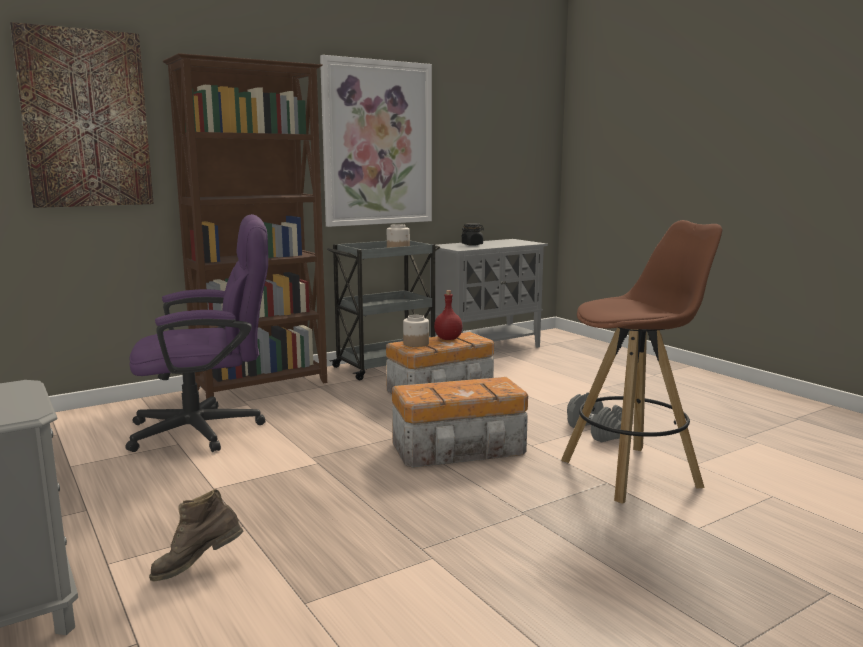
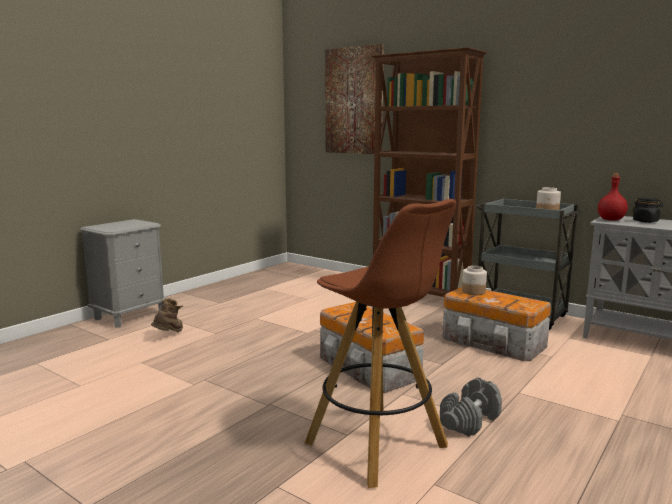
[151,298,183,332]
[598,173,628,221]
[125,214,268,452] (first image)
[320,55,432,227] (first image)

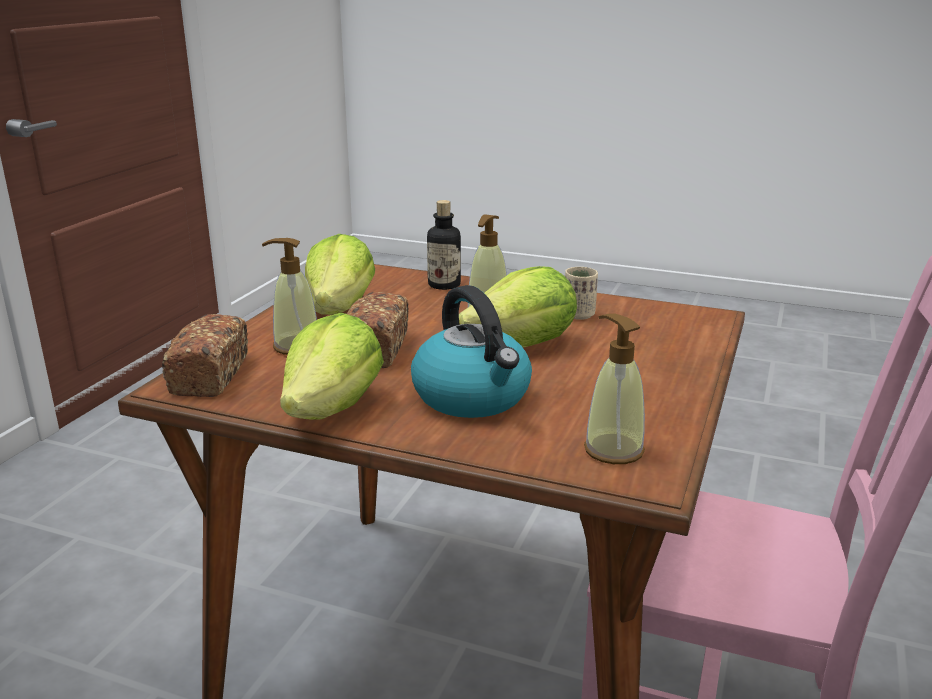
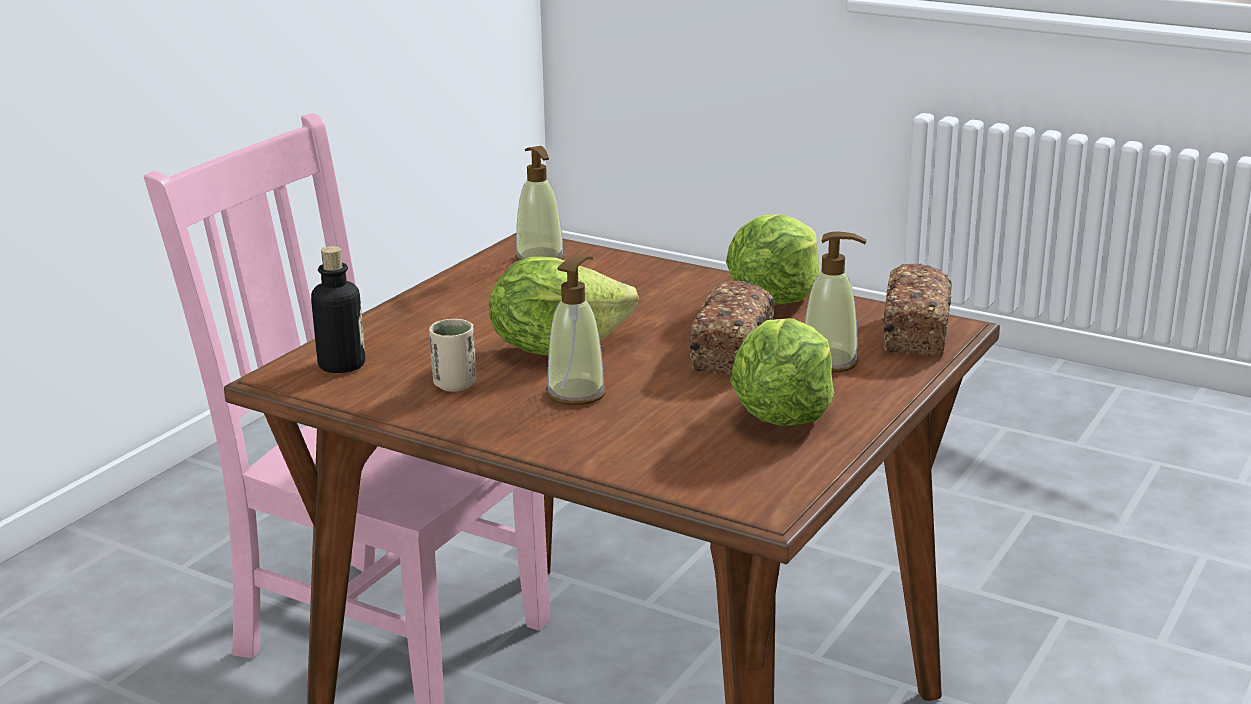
[311,246,365,373]
[411,285,532,418] (first image)

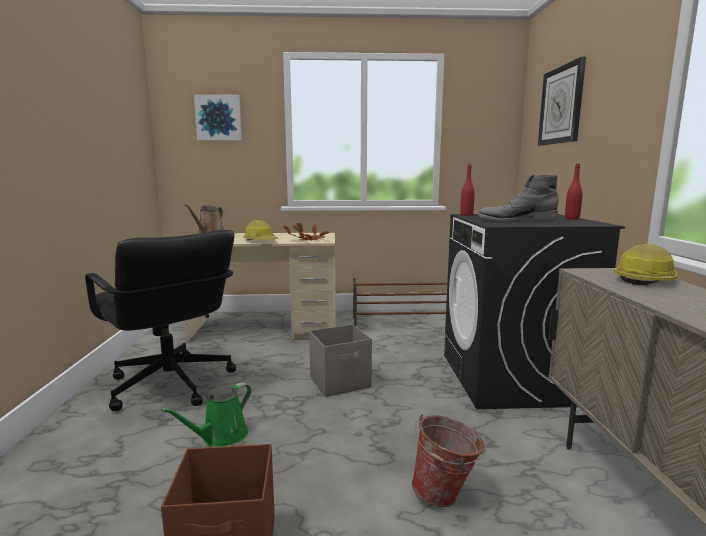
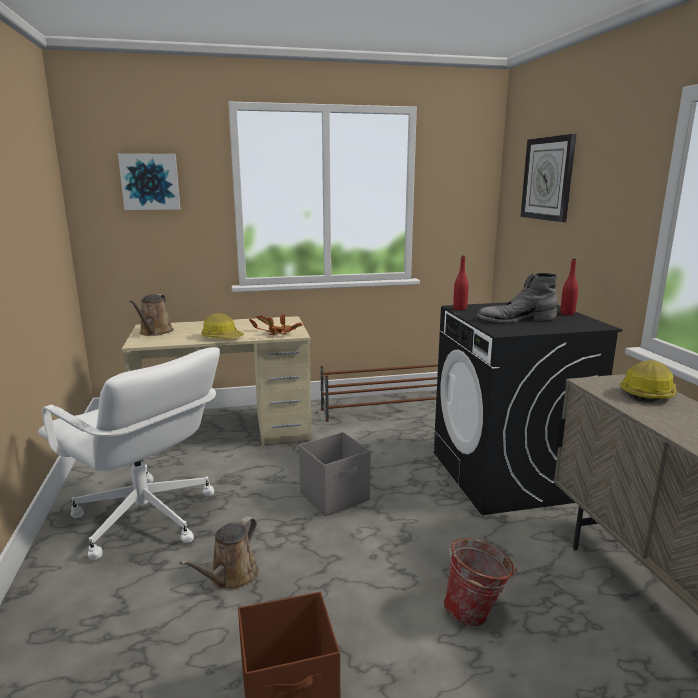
[38,347,220,560]
[180,516,259,590]

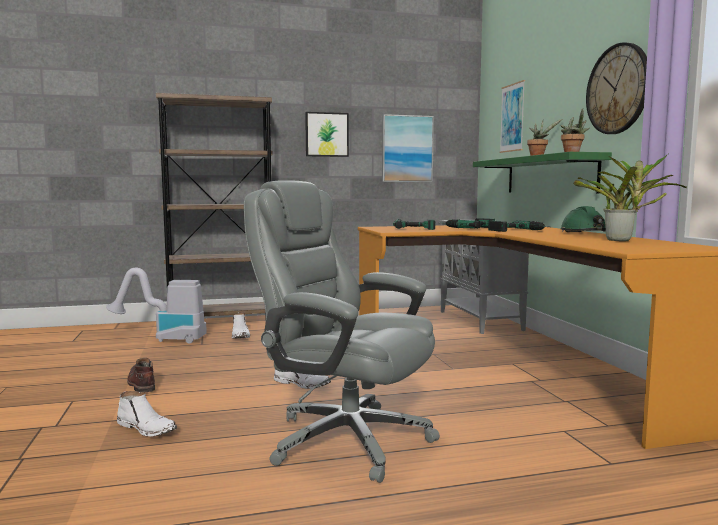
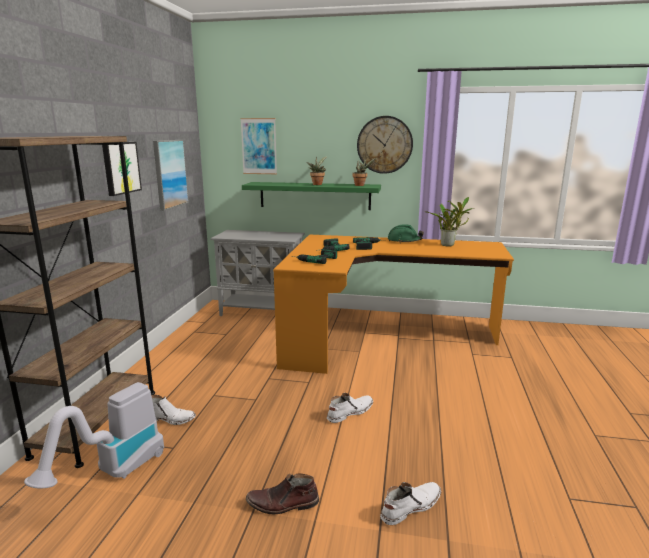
[244,180,440,483] (first image)

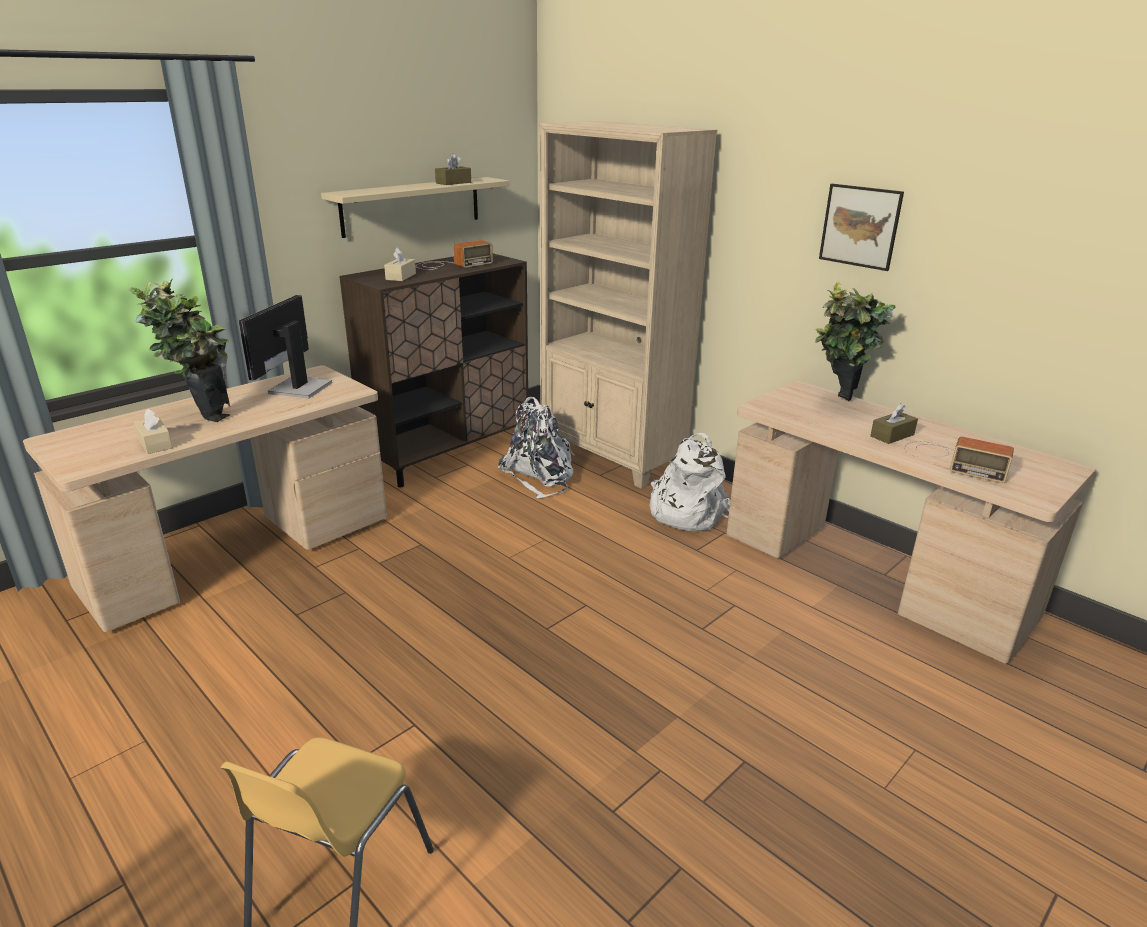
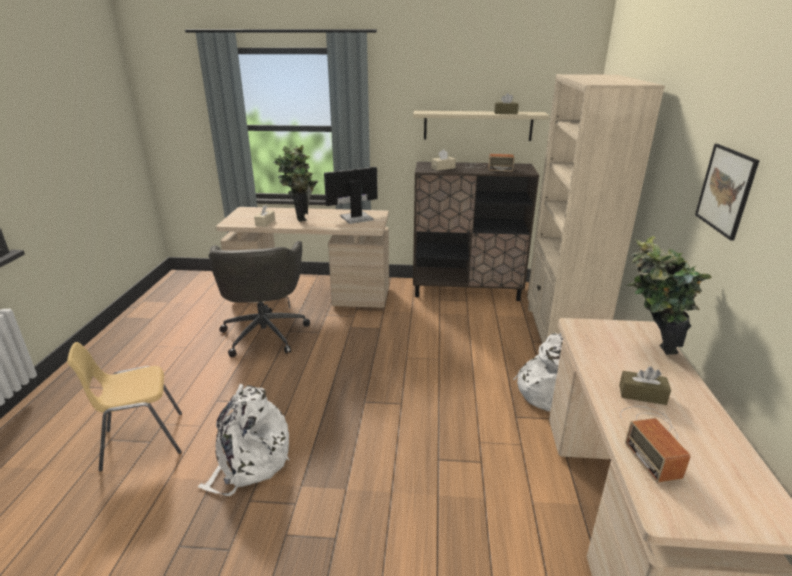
[198,384,289,496]
[208,241,310,357]

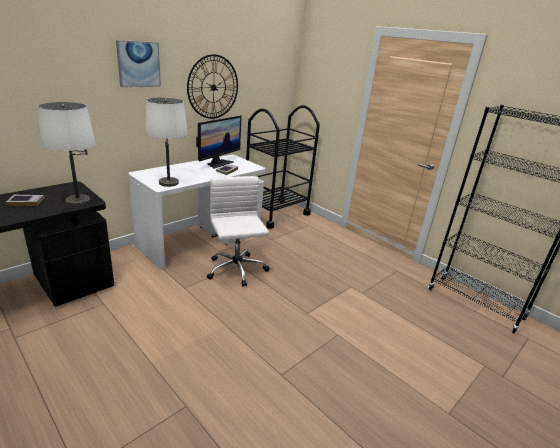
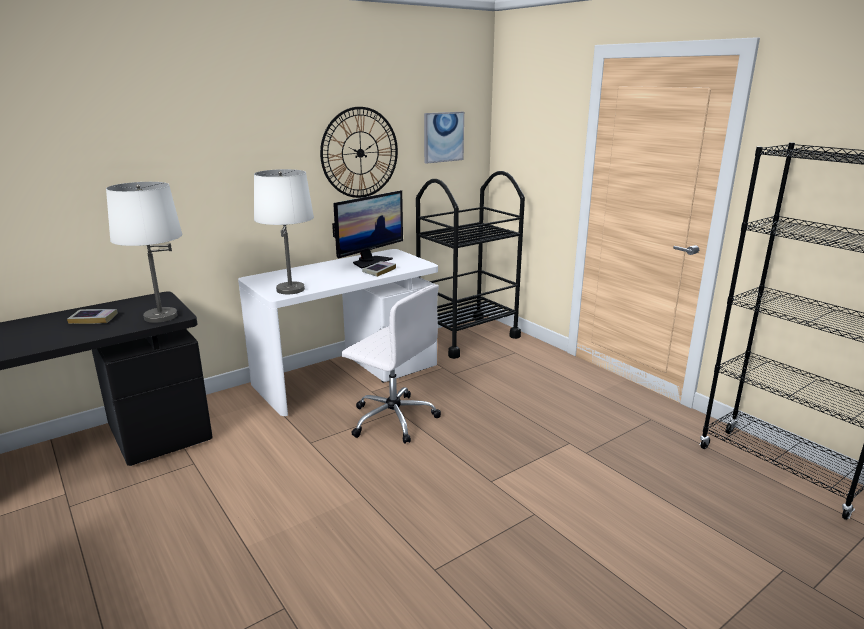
[341,284,441,444]
[424,112,464,164]

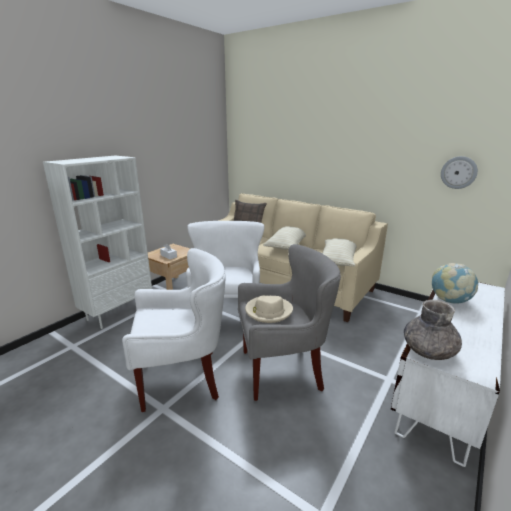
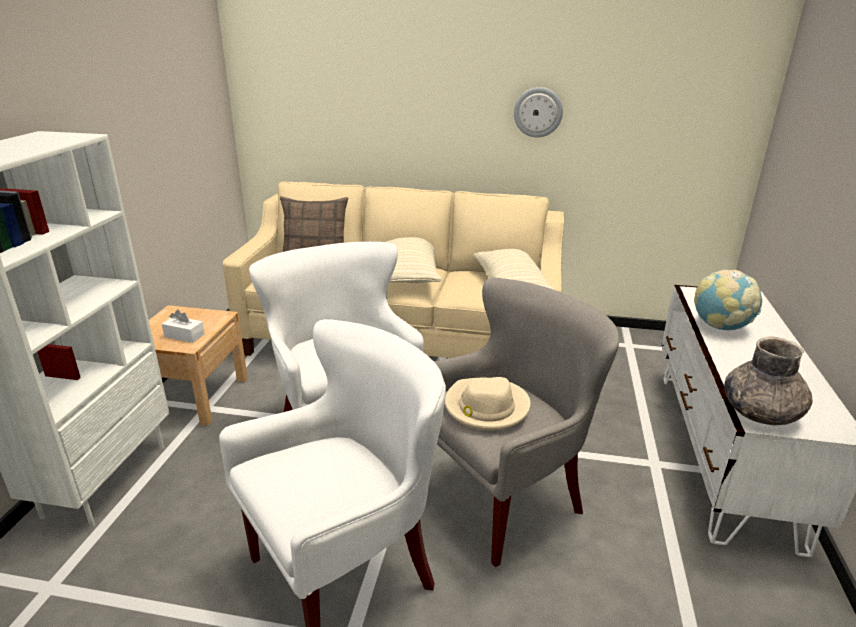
[514,87,563,137]

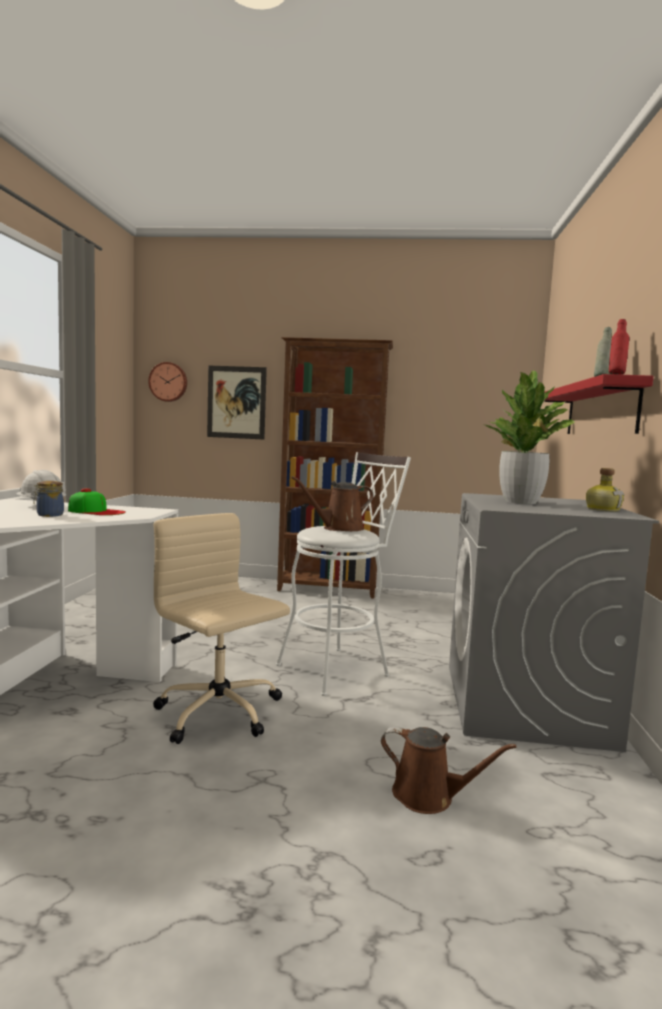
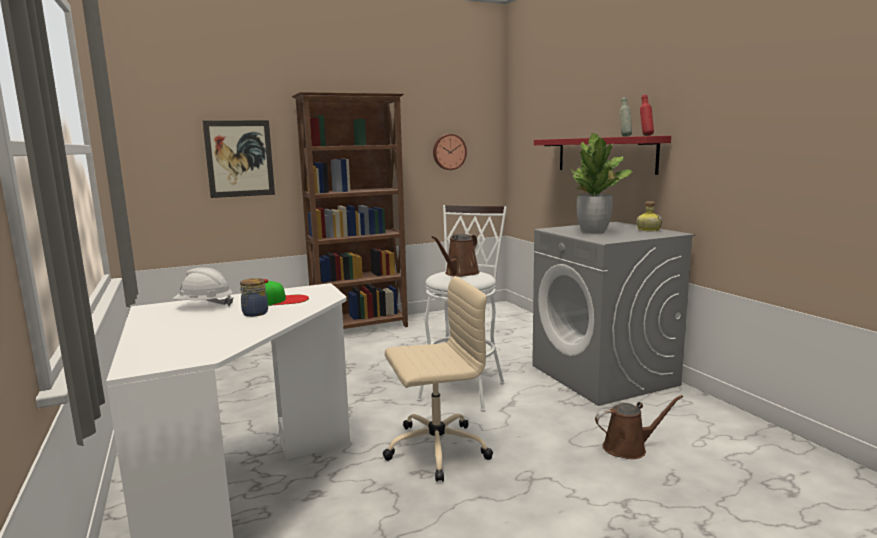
[382,276,493,482]
[433,134,467,170]

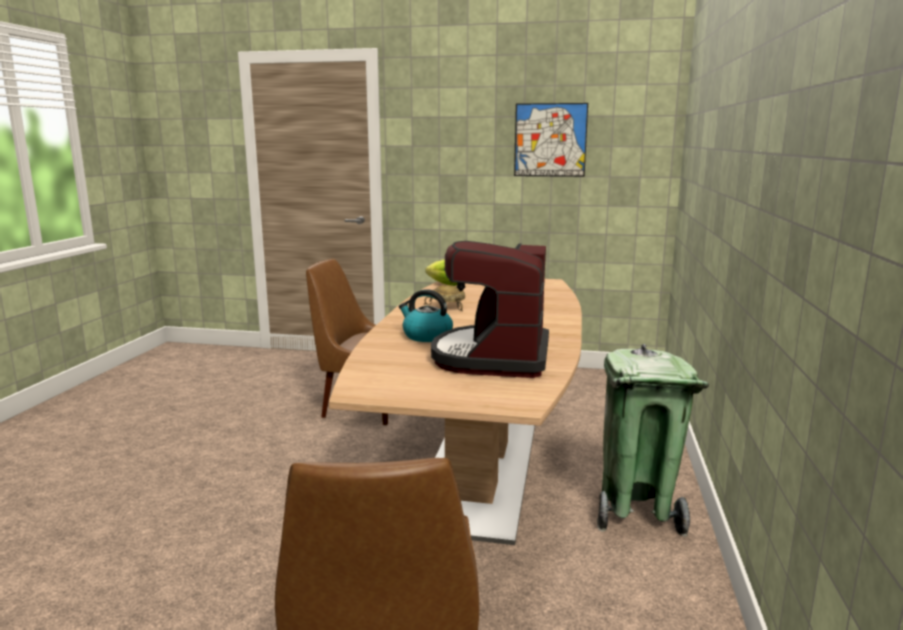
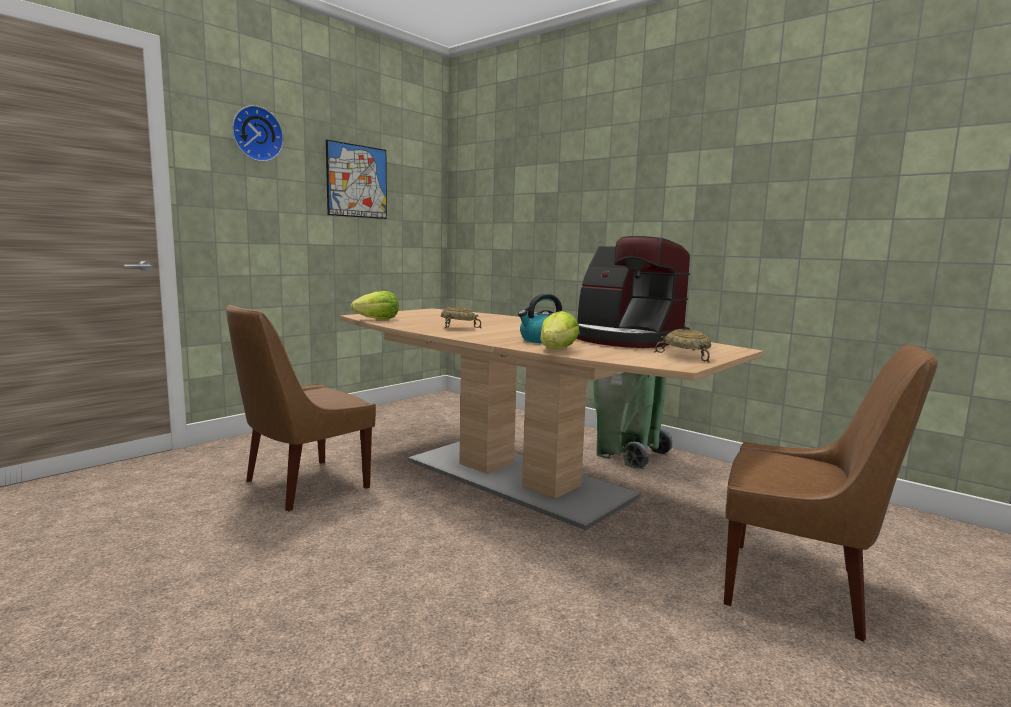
[232,105,284,162]
[540,311,580,349]
[654,329,711,363]

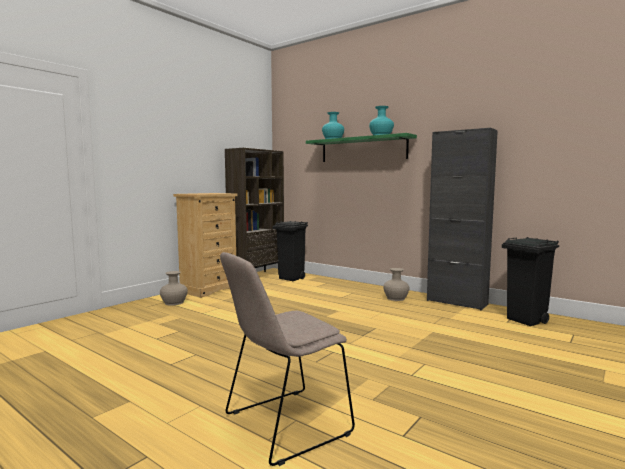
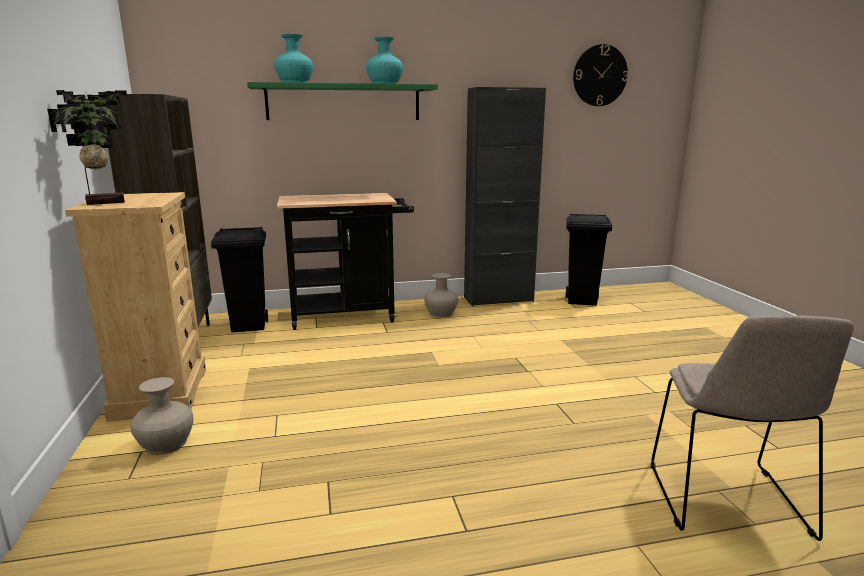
[47,90,127,205]
[277,193,414,330]
[573,44,628,106]

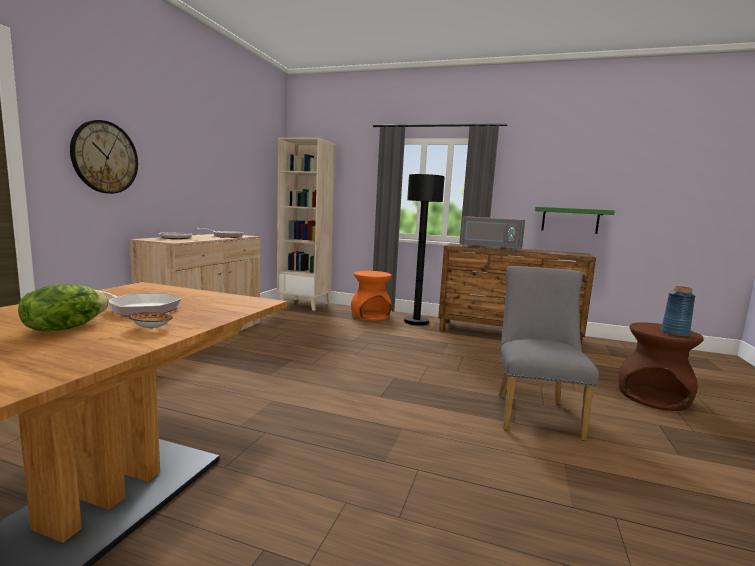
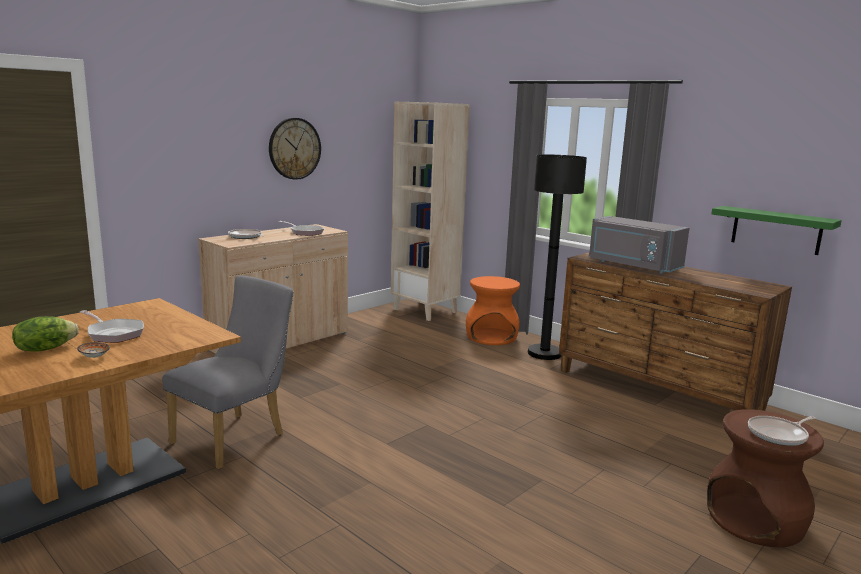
[162,276,294,469]
[269,118,321,180]
[748,416,815,446]

